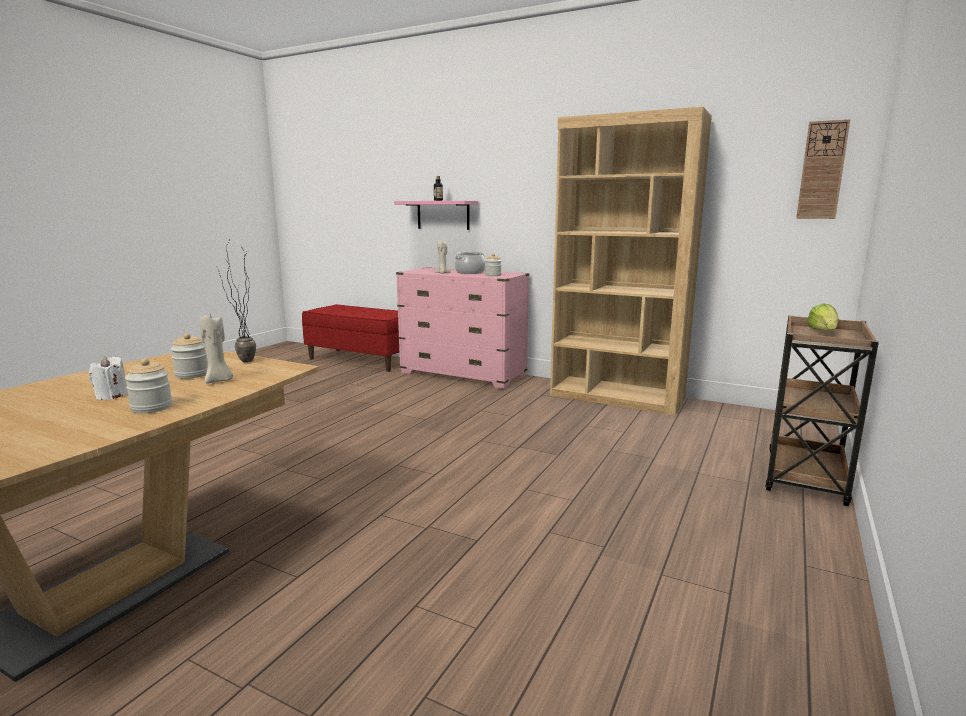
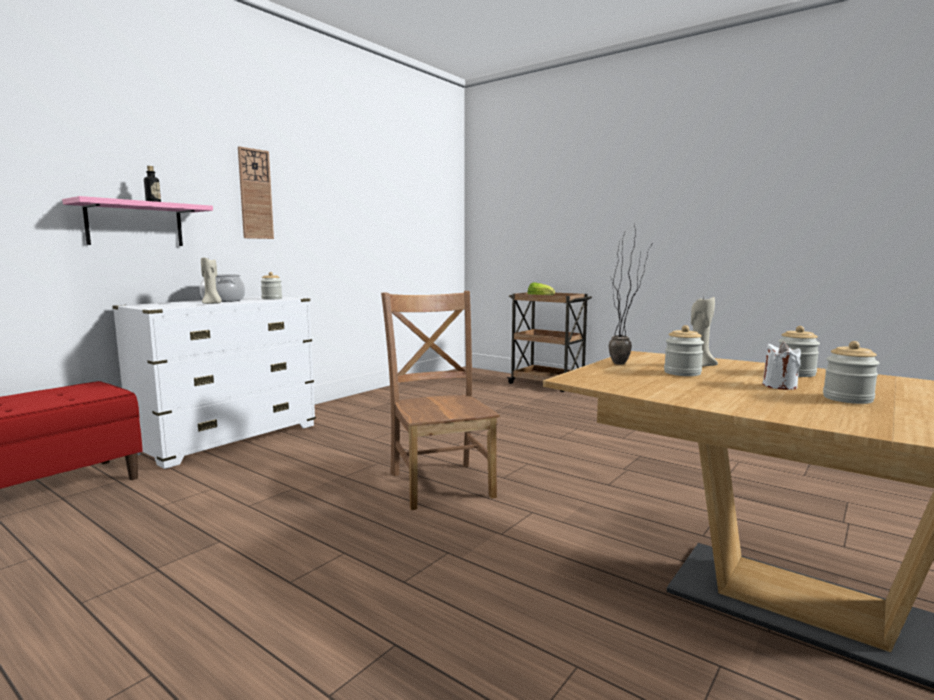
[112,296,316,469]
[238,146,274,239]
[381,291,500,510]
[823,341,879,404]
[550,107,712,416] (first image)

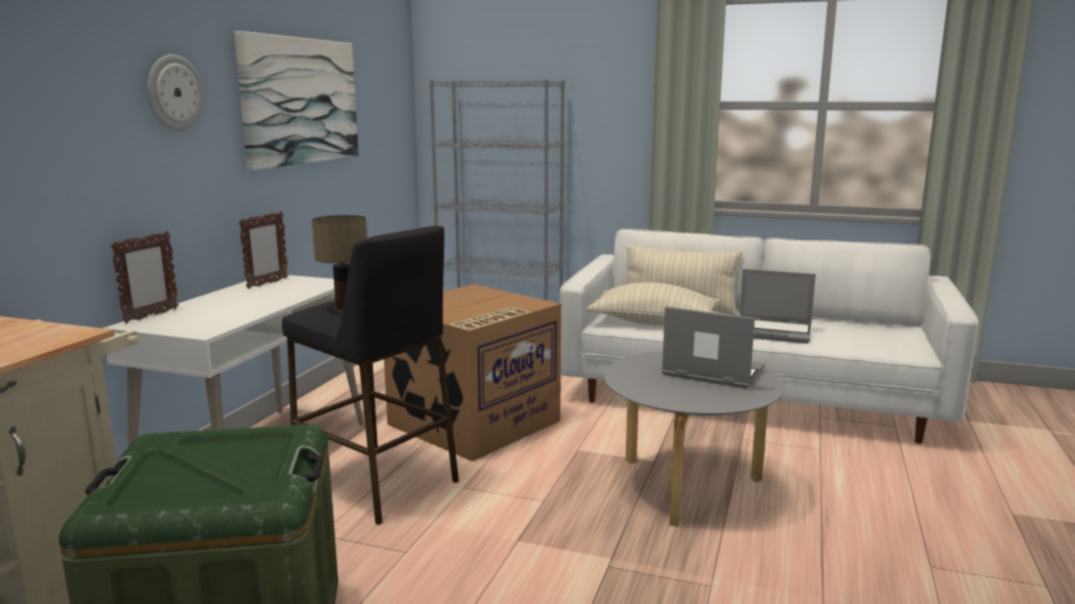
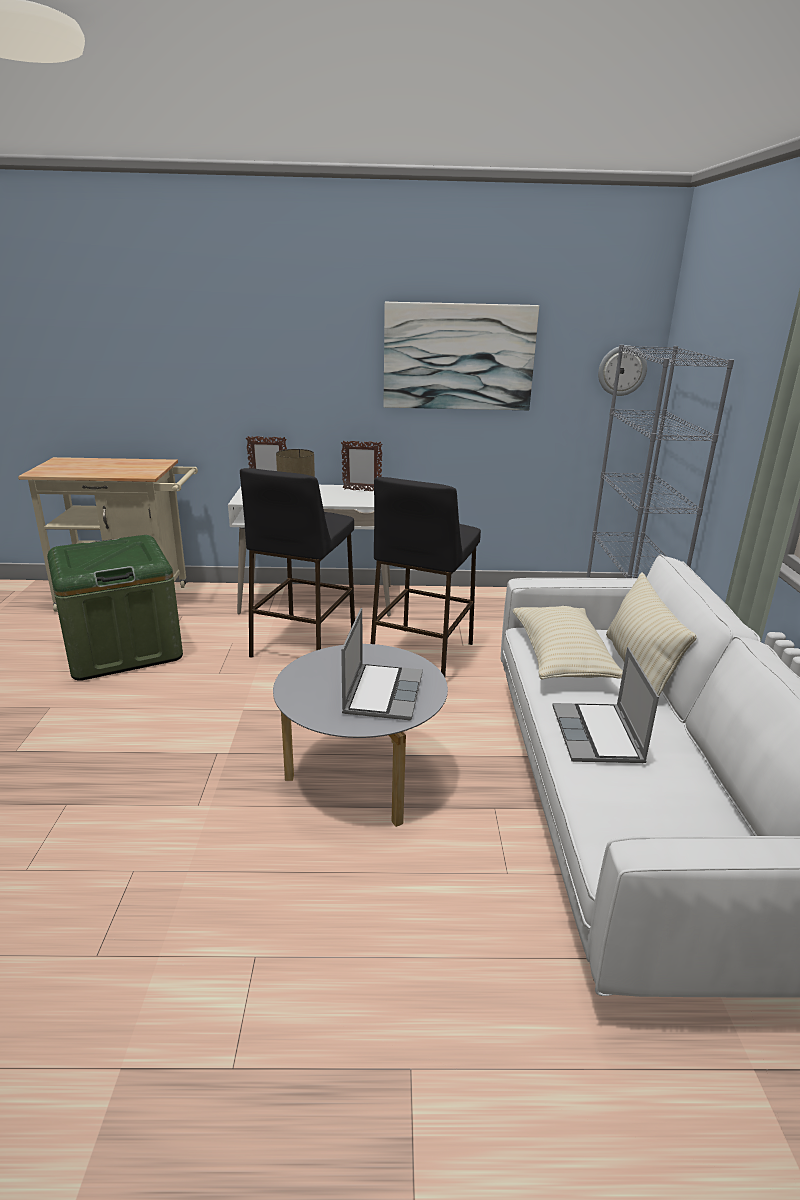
[371,477,481,677]
[598,345,647,396]

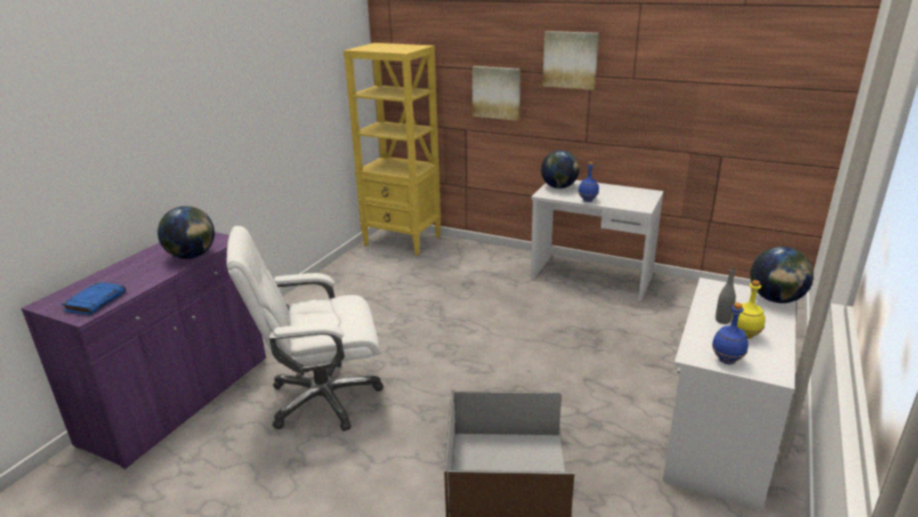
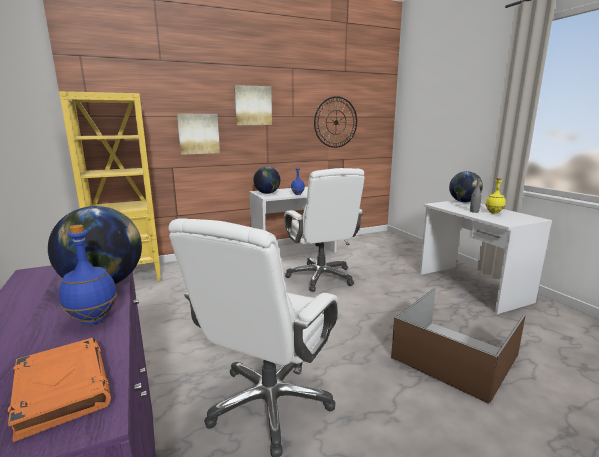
[7,338,111,442]
[59,225,117,325]
[284,168,365,292]
[314,96,357,148]

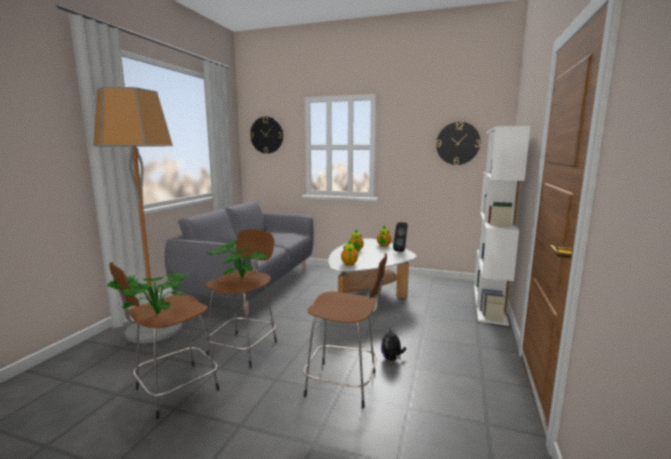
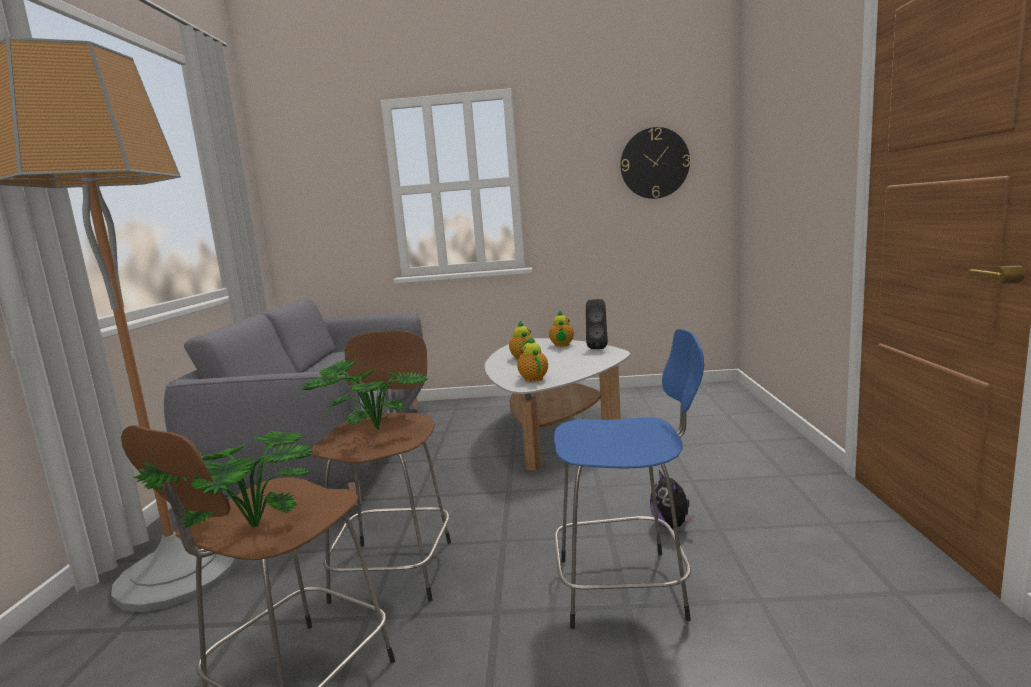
[554,329,704,629]
[250,116,283,154] (first image)
[474,126,530,326] (first image)

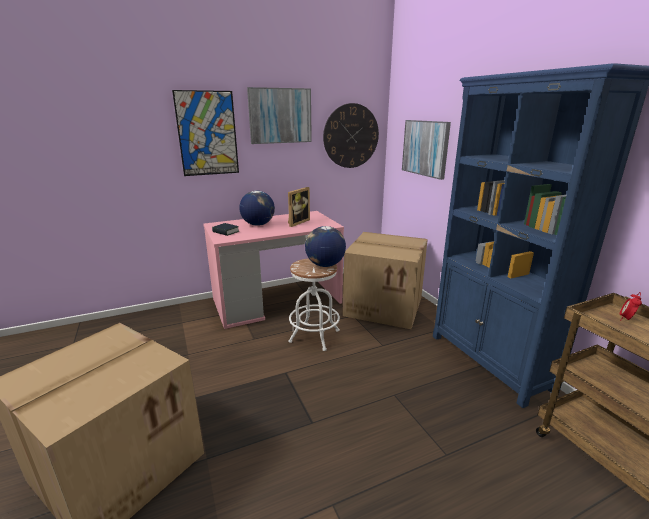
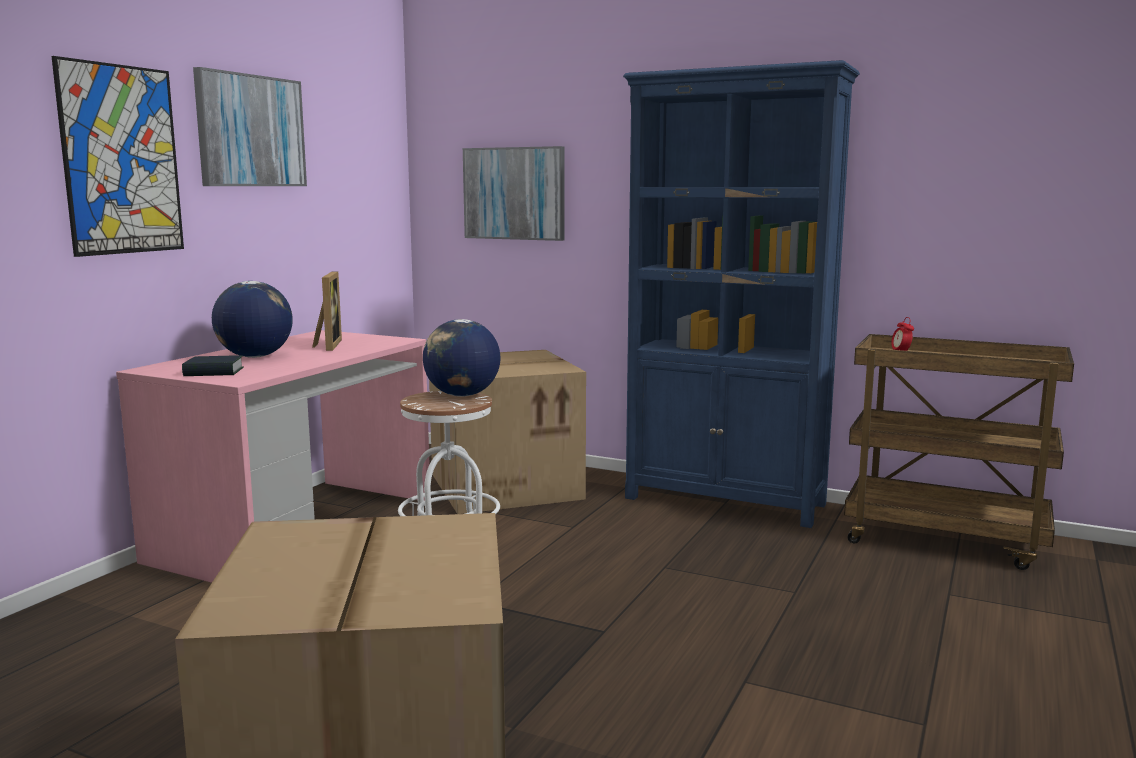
[323,103,379,168] (first image)

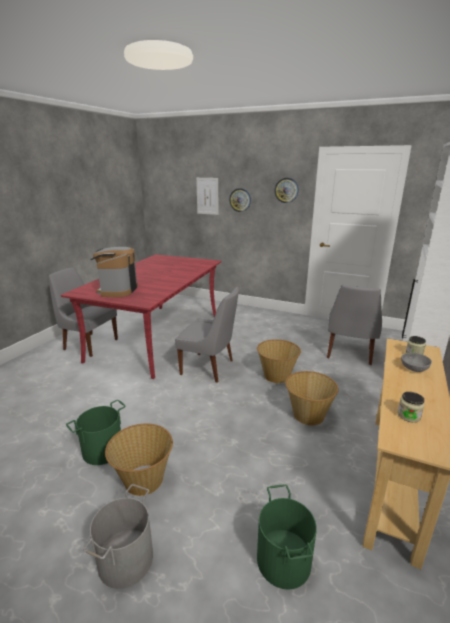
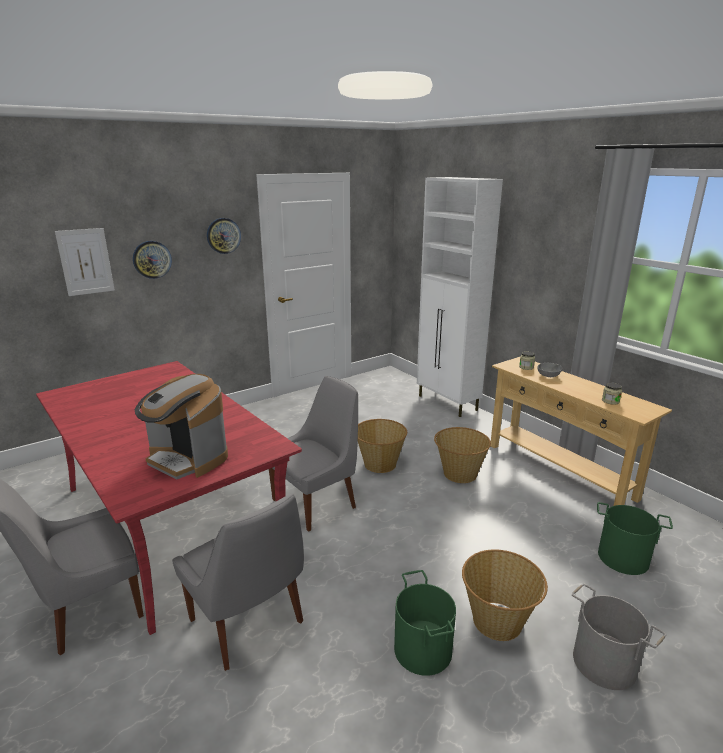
[172,493,304,671]

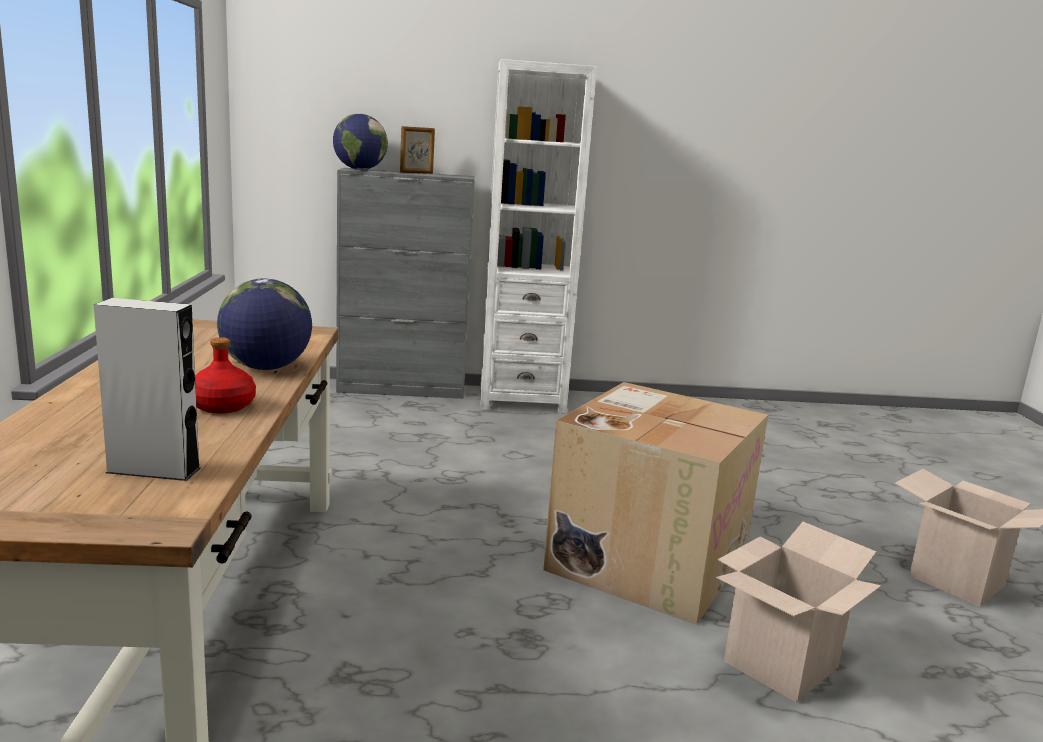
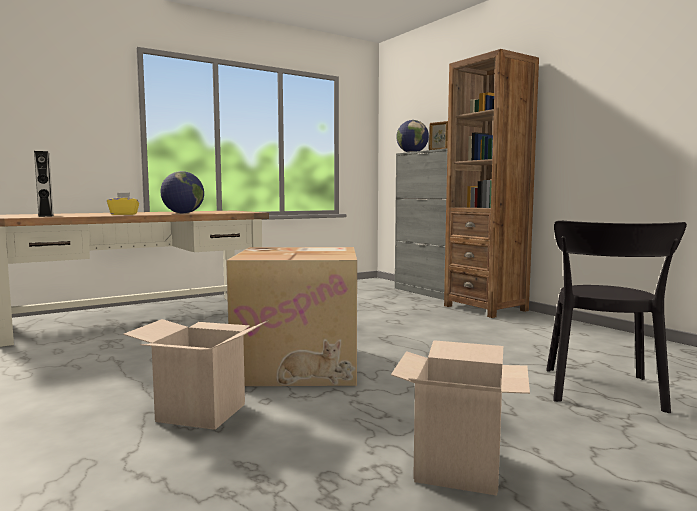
[107,193,139,215]
[444,49,539,318]
[546,220,687,413]

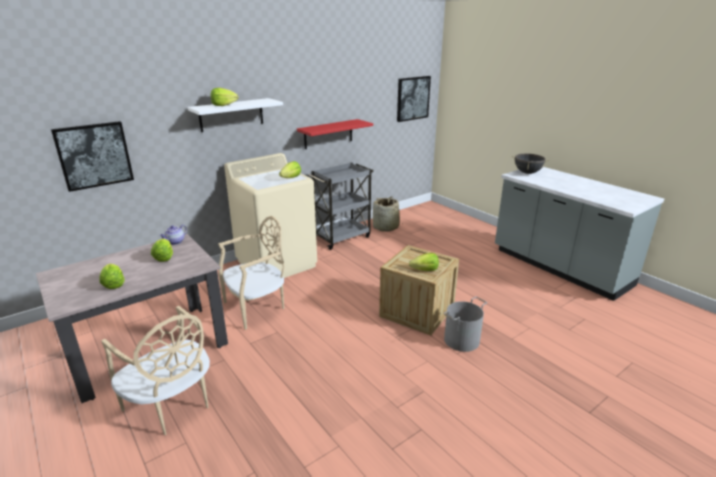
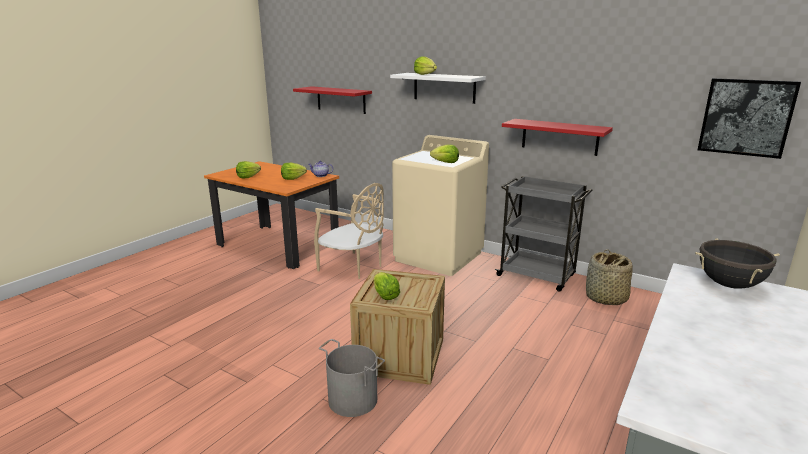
[204,161,339,269]
[293,86,372,114]
[101,306,210,435] (first image)

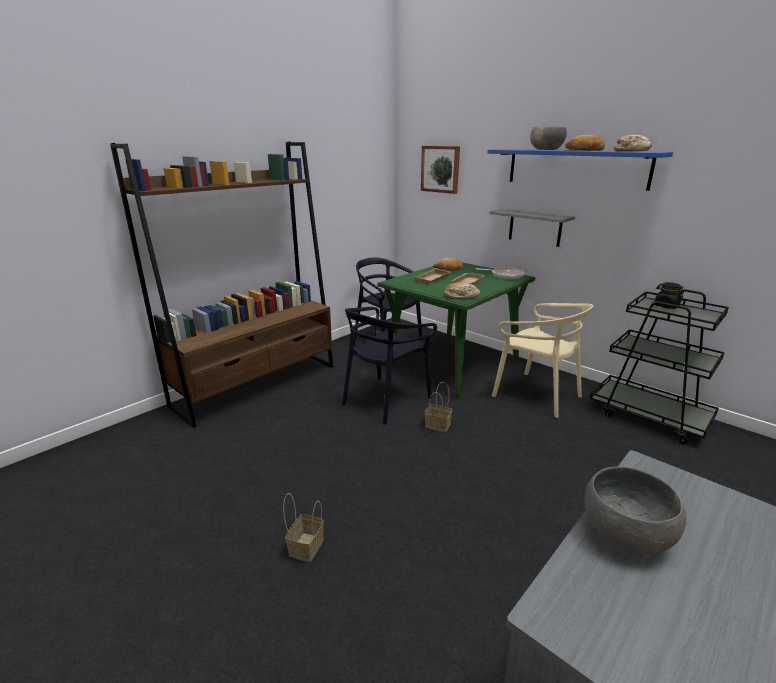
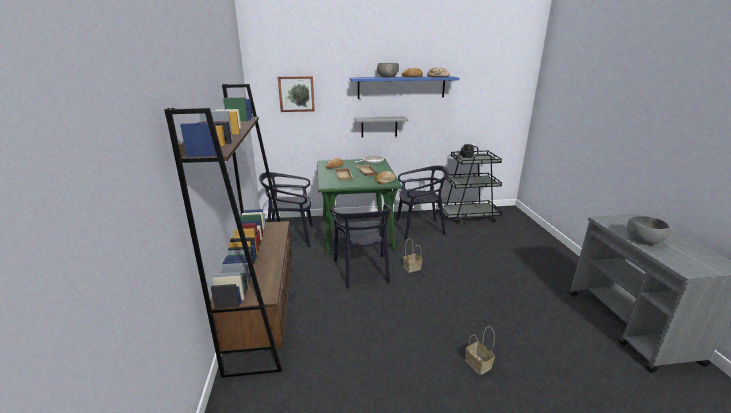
[397,165,449,239]

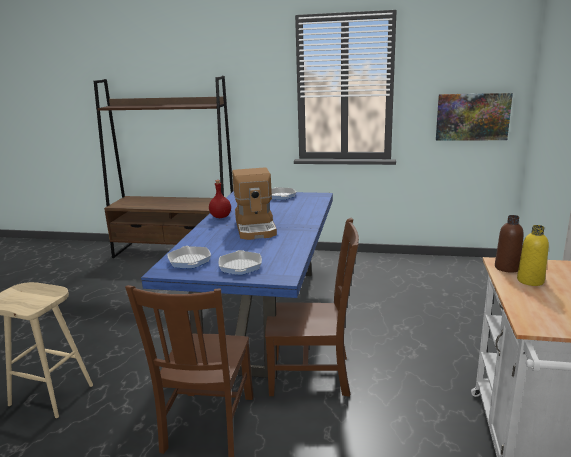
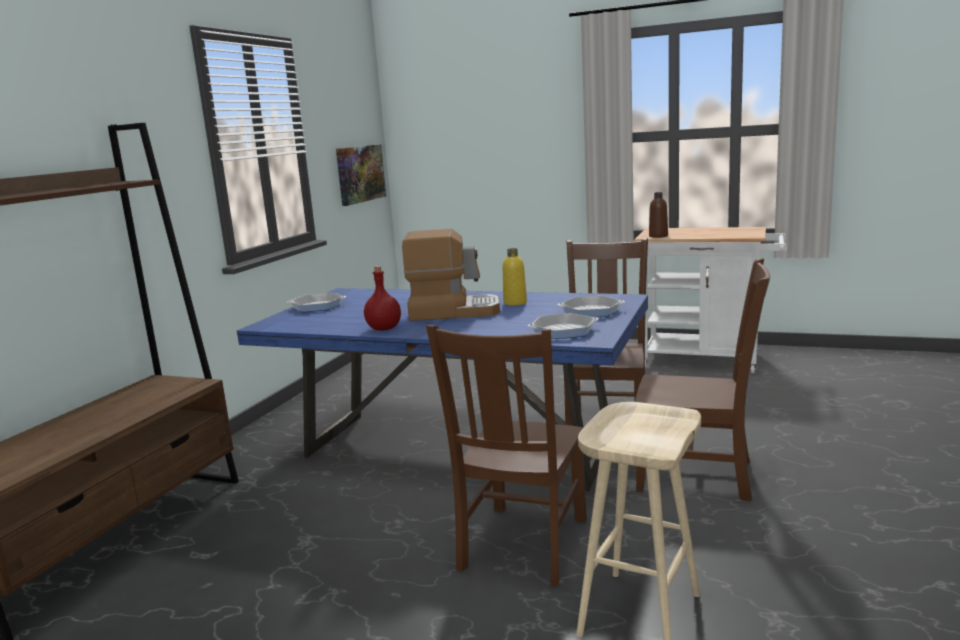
[426,325,587,586]
[503,248,527,306]

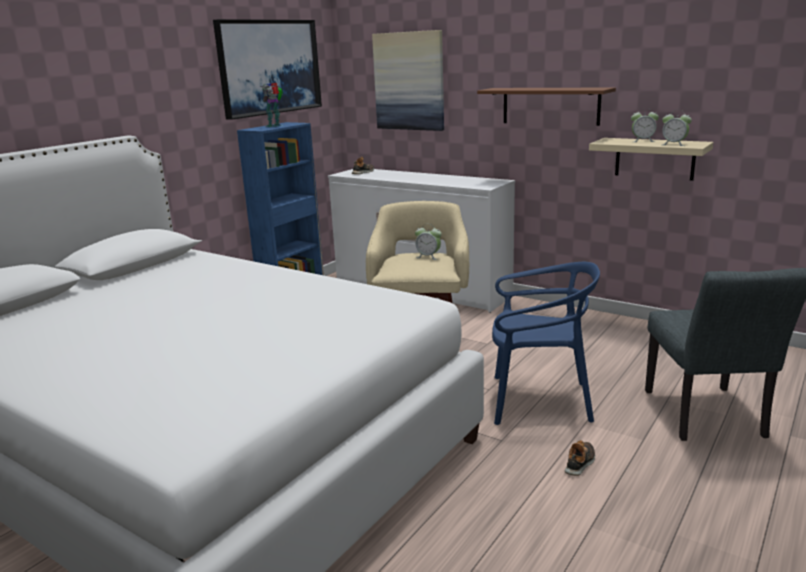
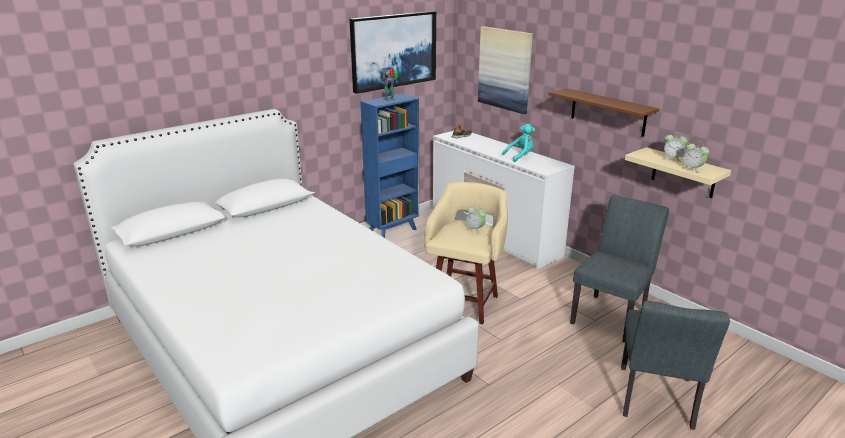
[502,124,535,162]
[570,195,669,343]
[492,262,600,425] (first image)
[565,440,595,476] (first image)

